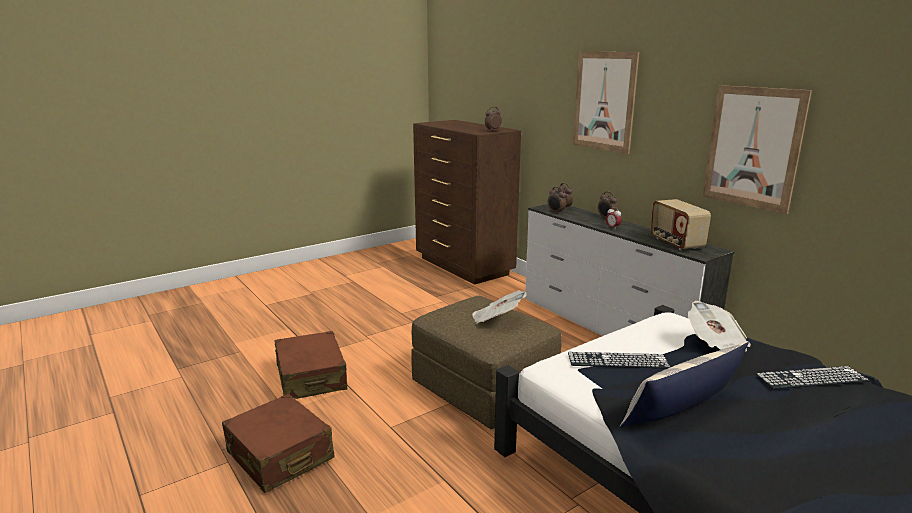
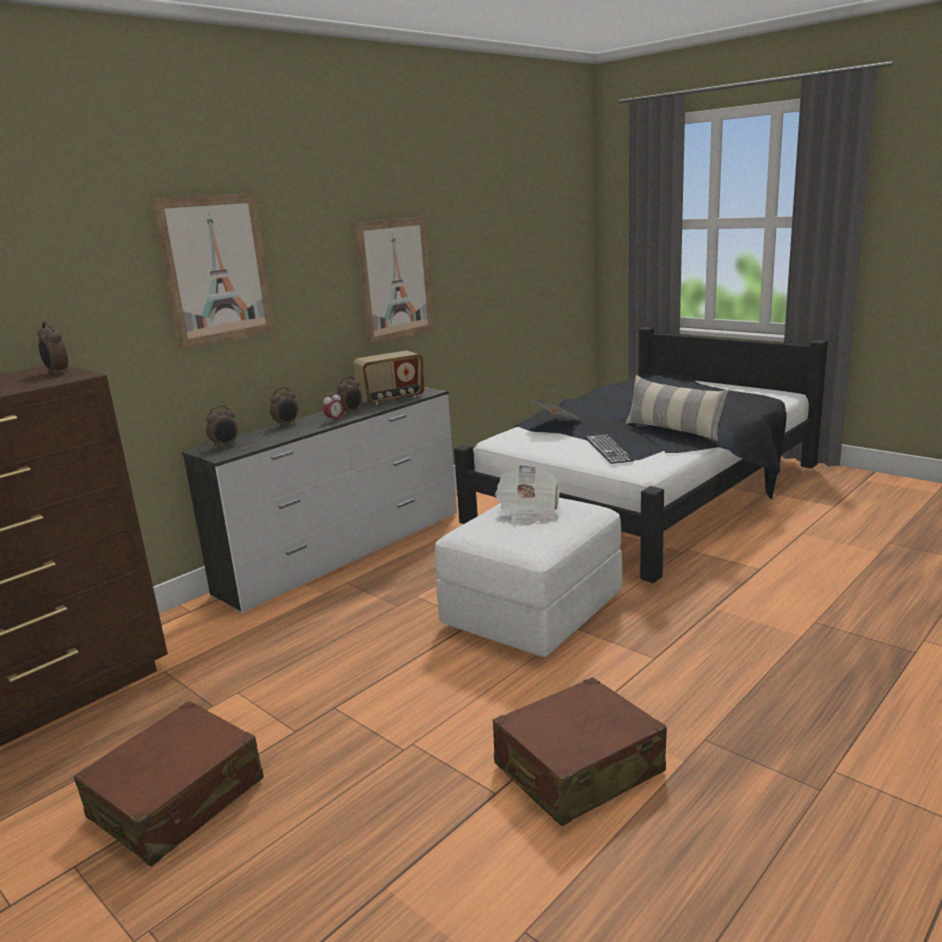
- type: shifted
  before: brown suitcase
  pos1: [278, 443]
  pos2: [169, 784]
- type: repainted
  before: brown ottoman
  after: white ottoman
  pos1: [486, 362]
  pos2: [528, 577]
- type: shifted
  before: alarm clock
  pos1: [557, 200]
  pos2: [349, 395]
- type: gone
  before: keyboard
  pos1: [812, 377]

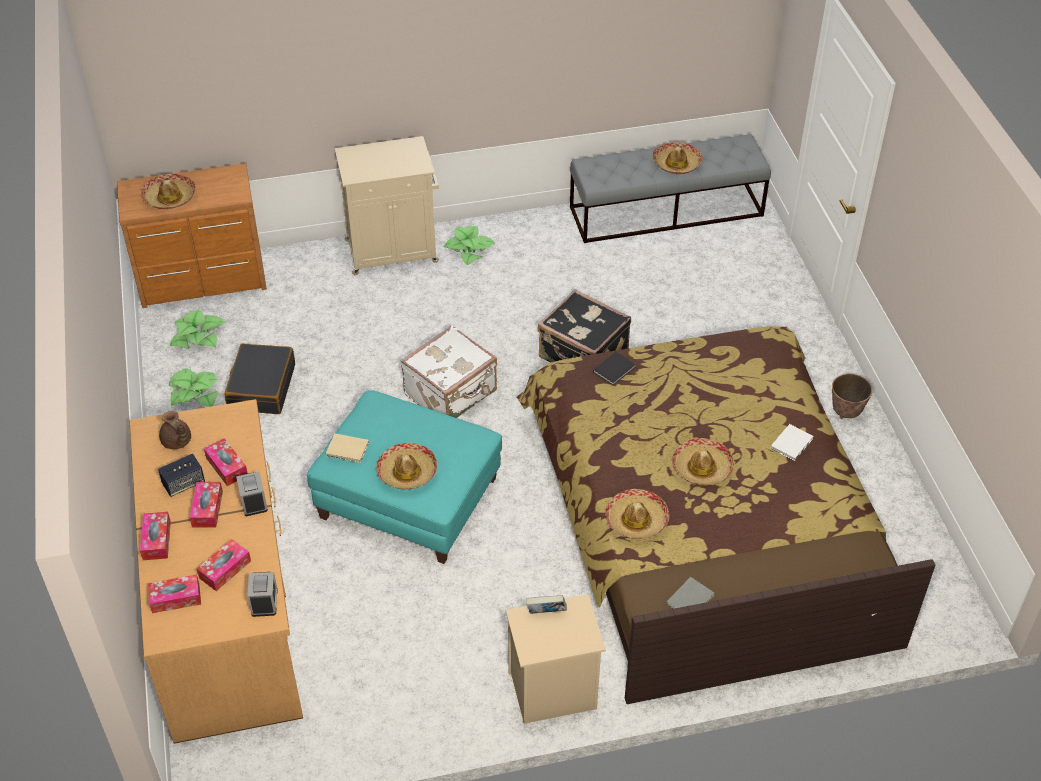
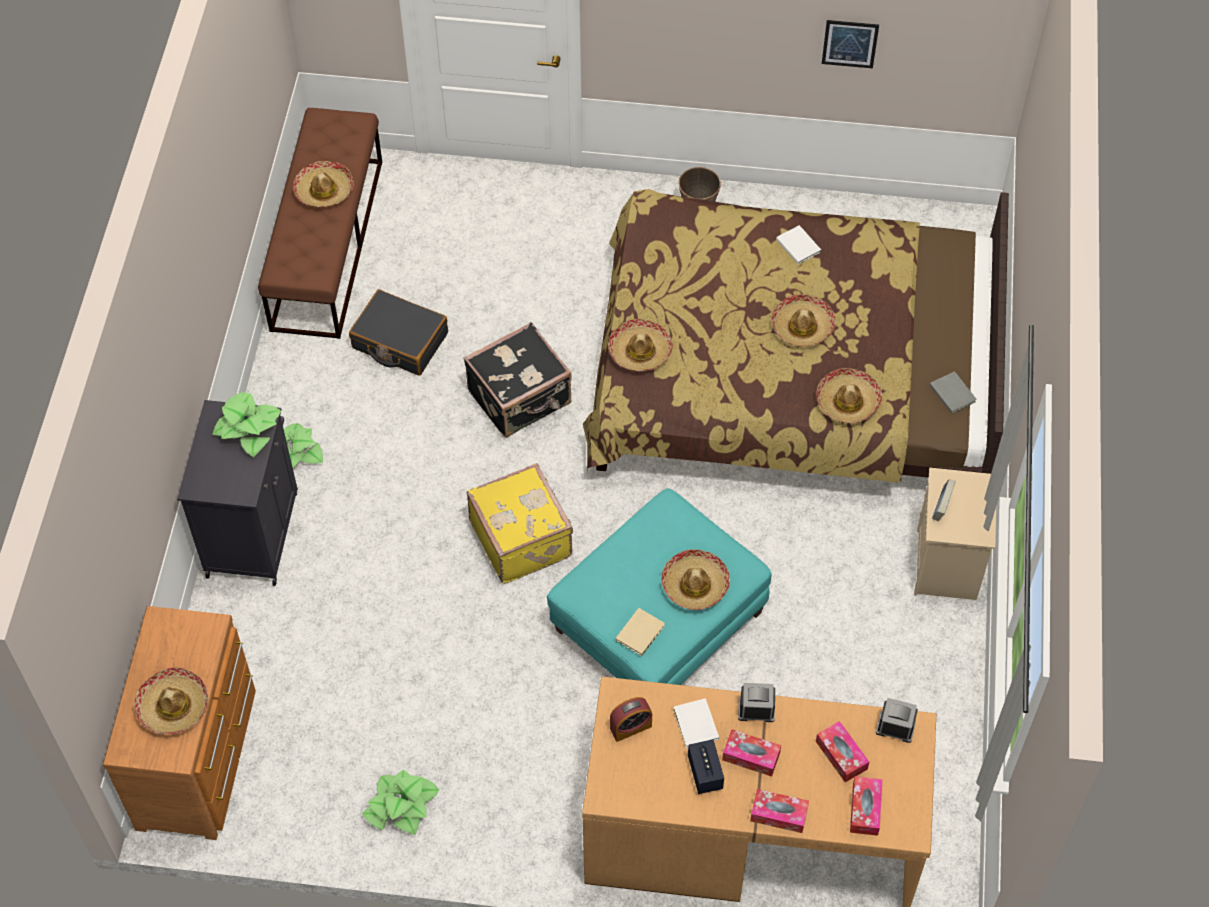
- type: gone
  before: brown teapot
  pos1: [175, 430]
- type: shifted
  before: potted plant
  pos1: [198, 329]
  pos2: [246, 424]
- type: swapped
  before: tissue box
  after: white book
  pos1: [226, 462]
  pos2: [696, 723]
- type: shifted
  before: black suitcase
  pos1: [260, 379]
  pos2: [398, 332]
- type: repainted
  before: beige cabinet
  after: black cabinet
  pos1: [387, 205]
  pos2: [237, 493]
- type: repainted
  before: white suitcase
  after: yellow suitcase
  pos1: [448, 371]
  pos2: [520, 523]
- type: repainted
  before: grey bench
  after: brown bench
  pos1: [670, 188]
  pos2: [320, 223]
- type: swapped
  before: black book
  after: hat
  pos1: [614, 368]
  pos2: [640, 345]
- type: new
  after: alarm clock
  pos2: [631, 719]
- type: new
  after: picture
  pos2: [850, 44]

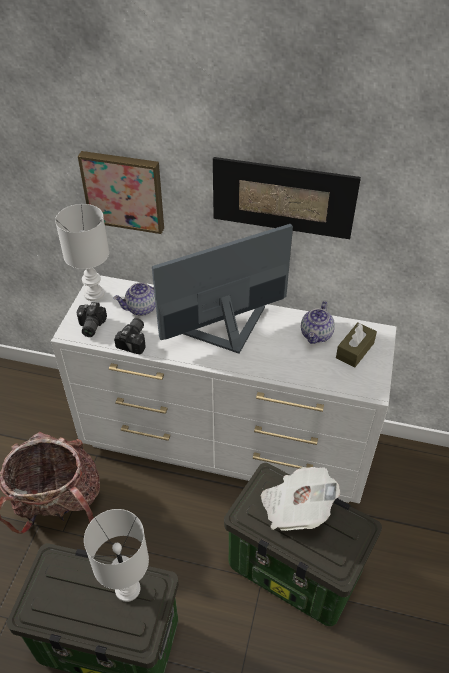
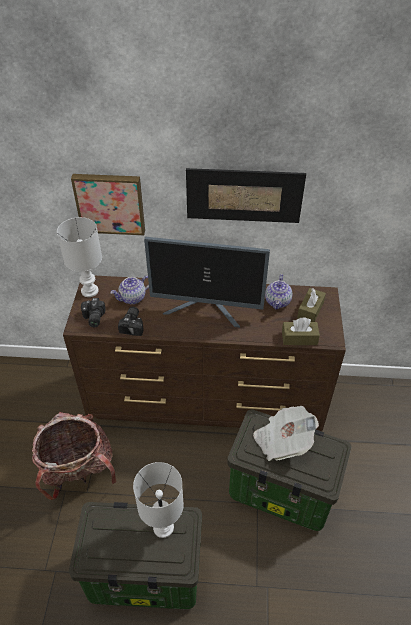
- type: repainted
  before: white dresser
  after: brown dresser
  pos1: [224, 389]
  pos2: [204, 353]
- type: rotated
  before: monitor
  pos1: [222, 289]
  pos2: [207, 282]
  turn: -135
- type: new
  after: brown tissue box
  pos2: [301, 331]

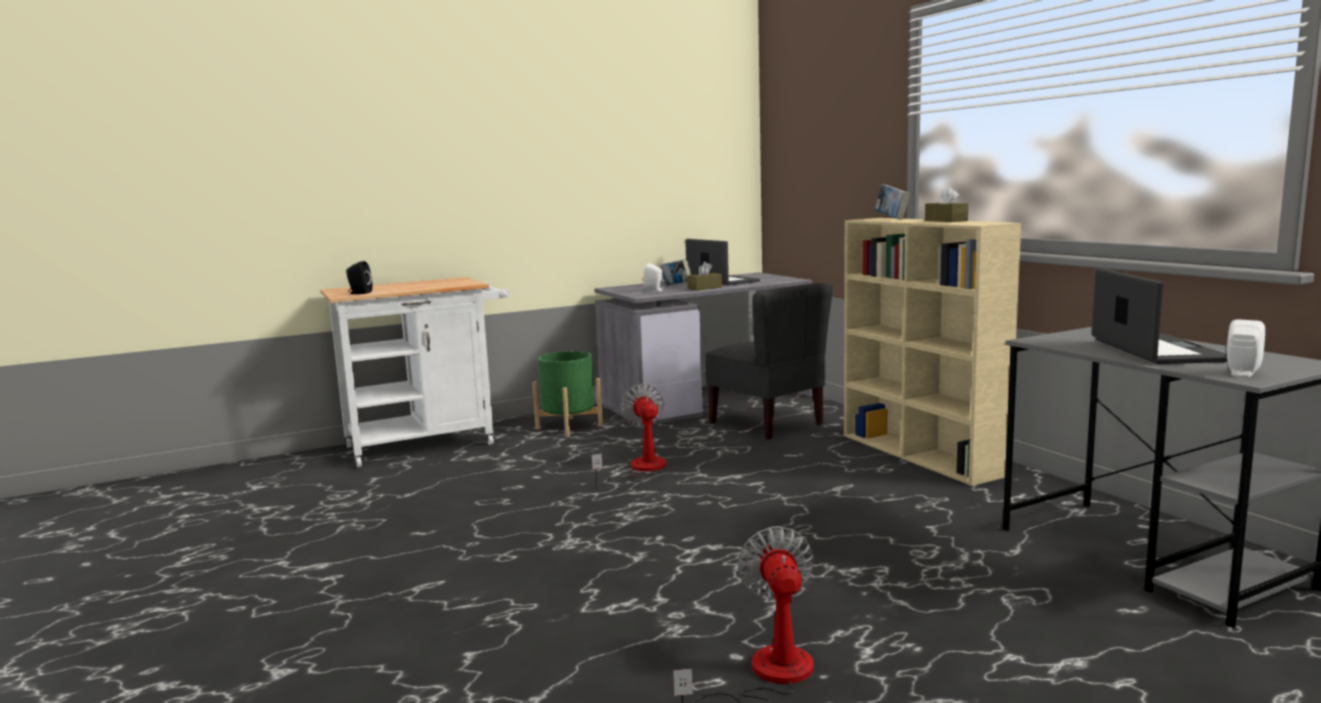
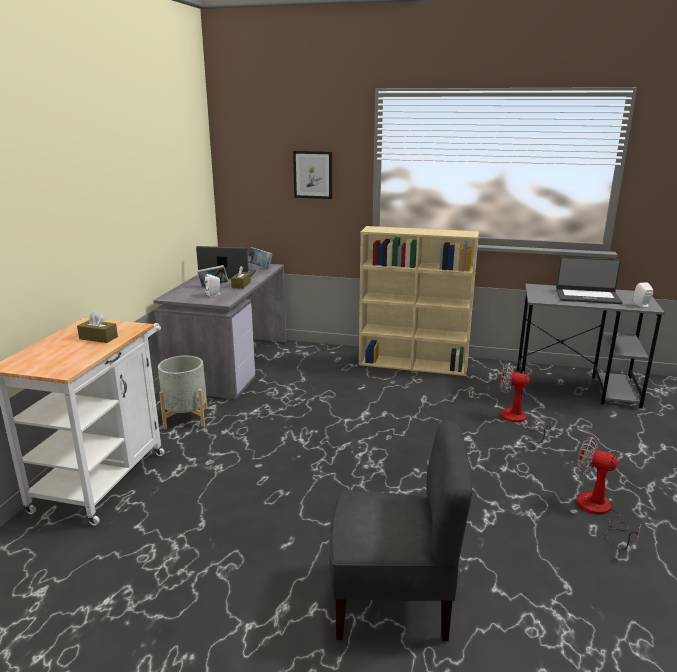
- type: gone
  before: black speaker
  pos1: [359, 277]
- type: repainted
  before: green planter
  after: grey planter
  pos1: [567, 394]
  pos2: [183, 392]
- type: shifted
  before: fan
  pos1: [629, 435]
  pos2: [526, 403]
- type: shifted
  before: grey chair
  pos1: [769, 361]
  pos2: [400, 531]
- type: shifted
  before: book
  pos1: [892, 202]
  pos2: [260, 257]
- type: shifted
  before: brown tissue box
  pos1: [946, 204]
  pos2: [97, 327]
- type: rotated
  before: laptop
  pos1: [1159, 316]
  pos2: [589, 280]
  turn: 150
- type: new
  after: picture
  pos2: [312, 175]

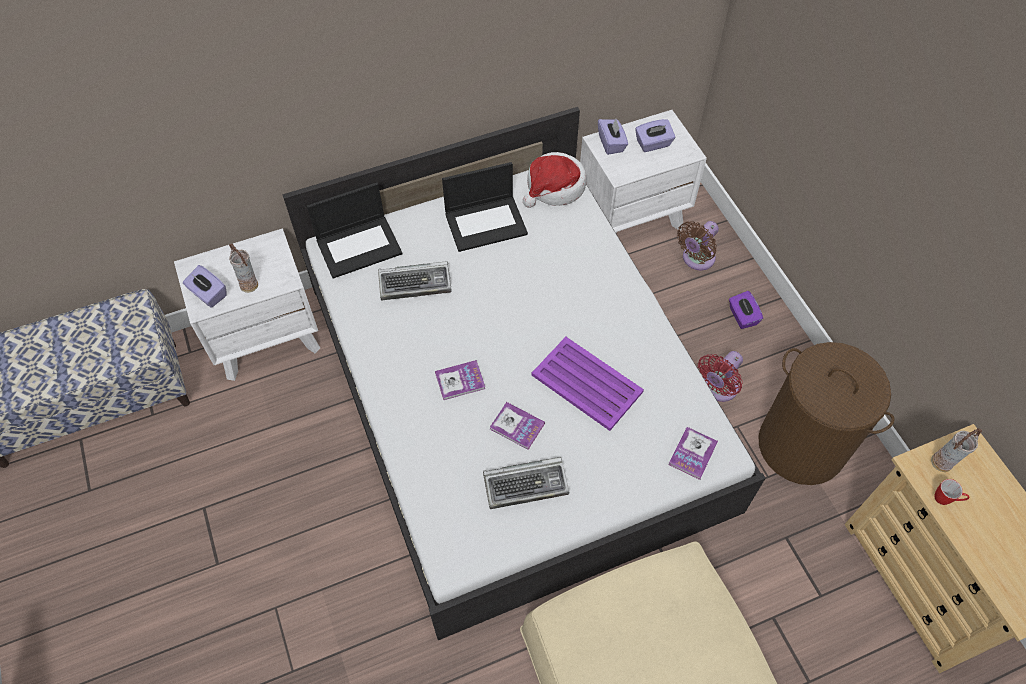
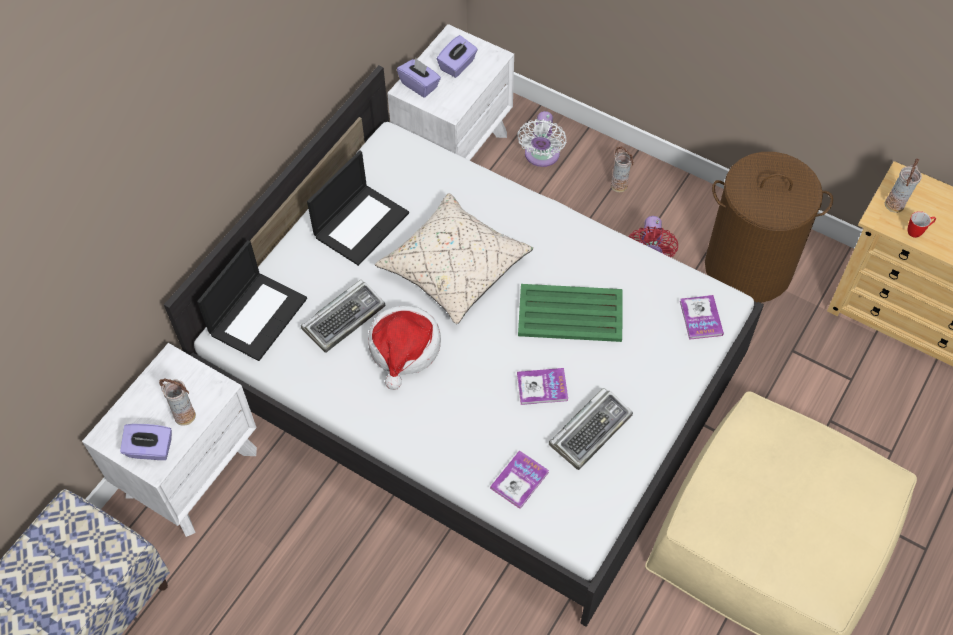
- type: shifted
  before: book
  pos1: [460, 380]
  pos2: [519, 480]
- type: shifted
  before: hat
  pos1: [555, 180]
  pos2: [404, 348]
- type: repainted
  before: purple tray
  after: green tray
  pos1: [588, 384]
  pos2: [570, 313]
- type: repainted
  before: brown fan
  after: white fan
  pos1: [698, 245]
  pos2: [541, 139]
- type: swapped
  before: purple tissue box
  after: vase
  pos1: [746, 310]
  pos2: [622, 169]
- type: new
  after: beige pillow
  pos2: [454, 258]

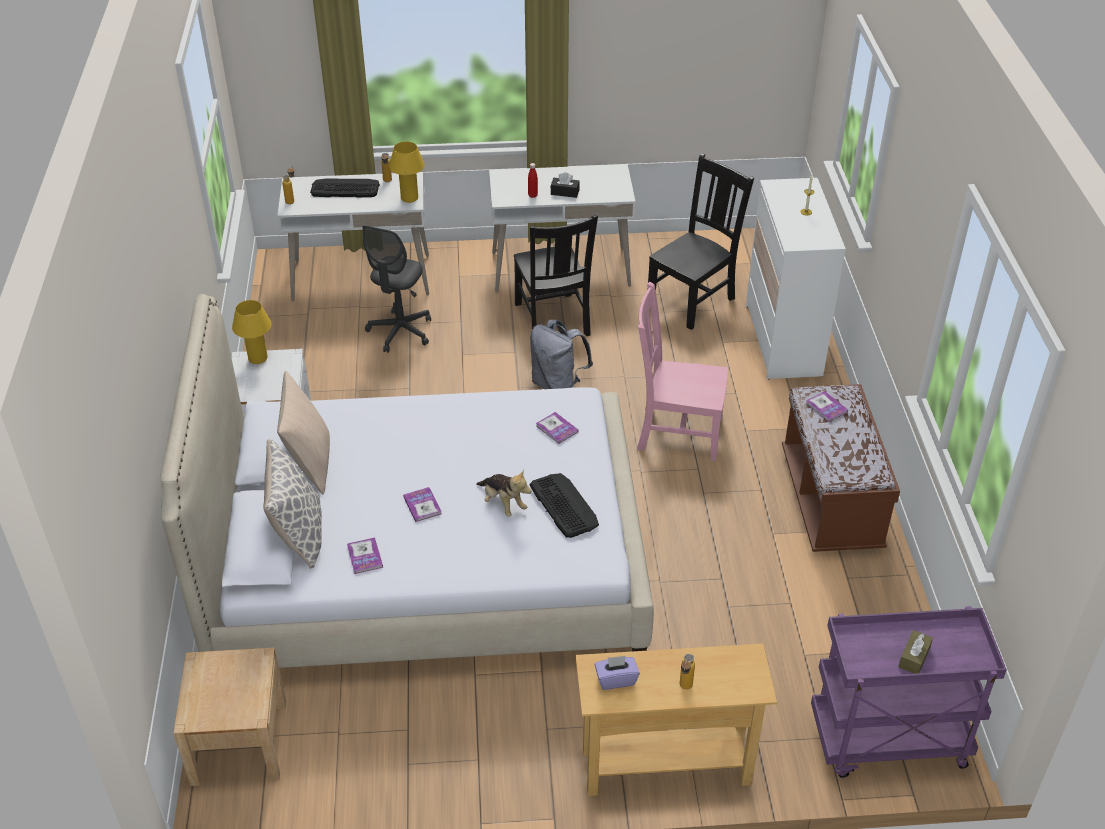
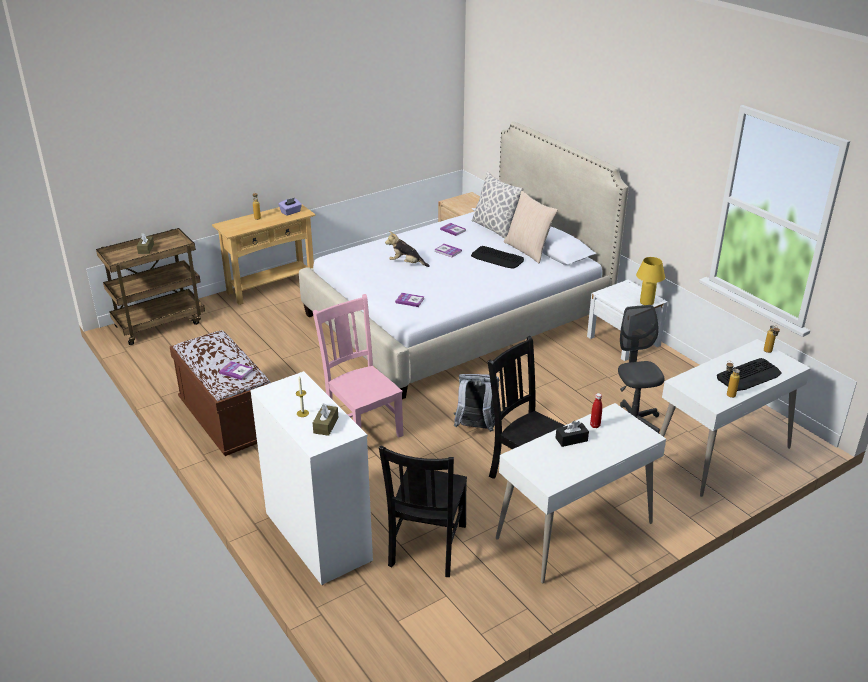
- type: gone
  before: yellow table lamp
  pos1: [407, 172]
- type: shifted
  before: keyboard
  pos1: [564, 505]
  pos2: [497, 257]
- type: rotated
  before: pink chair
  pos1: [682, 371]
  pos2: [358, 365]
  turn: -105
- type: repainted
  before: purple cart
  after: brown cart
  pos1: [909, 692]
  pos2: [150, 286]
- type: new
  after: brown tissue box
  pos2: [326, 419]

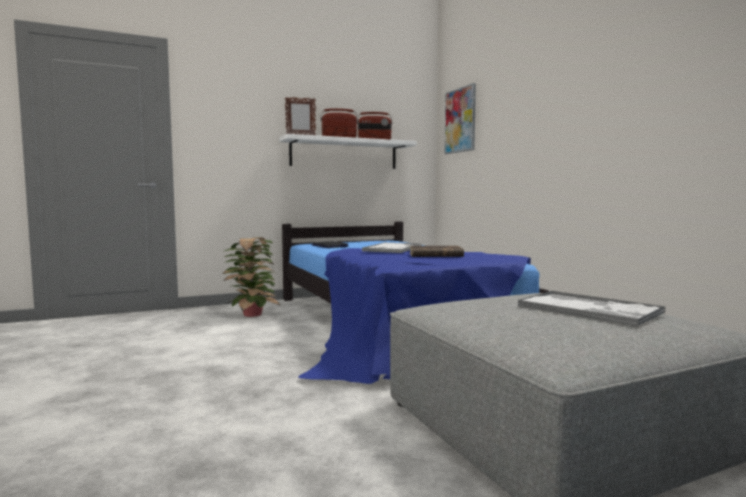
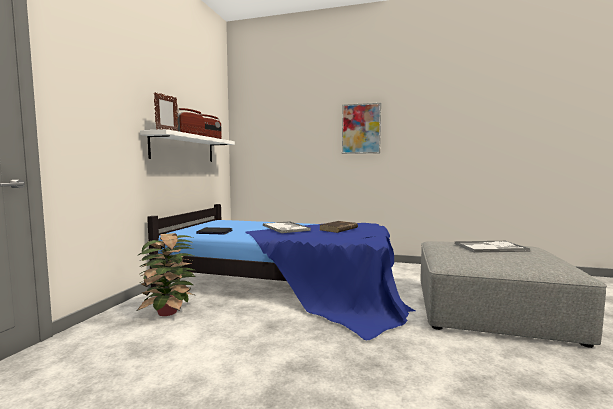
- type: shifted
  before: picture
  pos1: [460, 118]
  pos2: [361, 128]

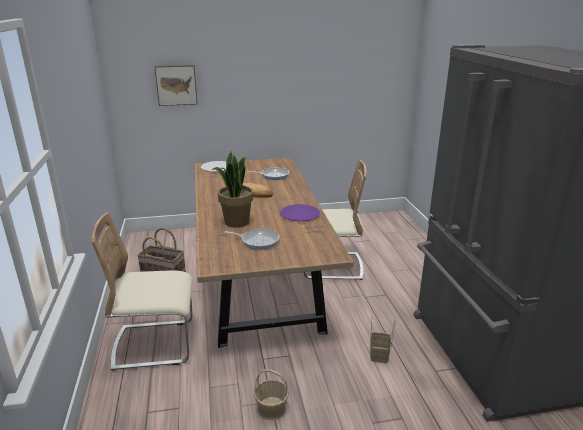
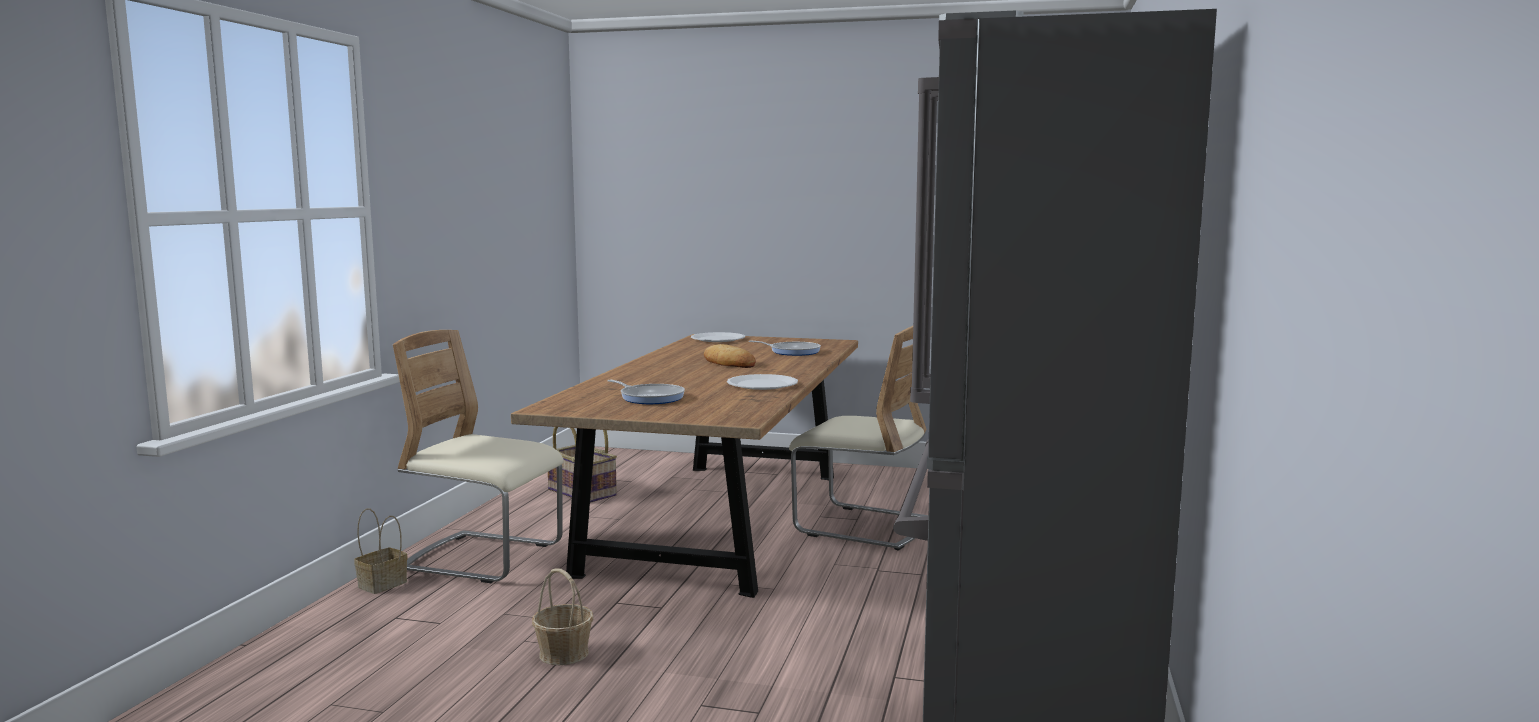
- type: gone
  before: picture
  pos1: [176, 85]
- type: gone
  before: potted plant
  pos1: [232, 189]
- type: repainted
  before: purple plate
  after: white plate
  pos1: [300, 212]
  pos2: [762, 382]
- type: shifted
  before: basket
  pos1: [383, 341]
  pos2: [381, 551]

